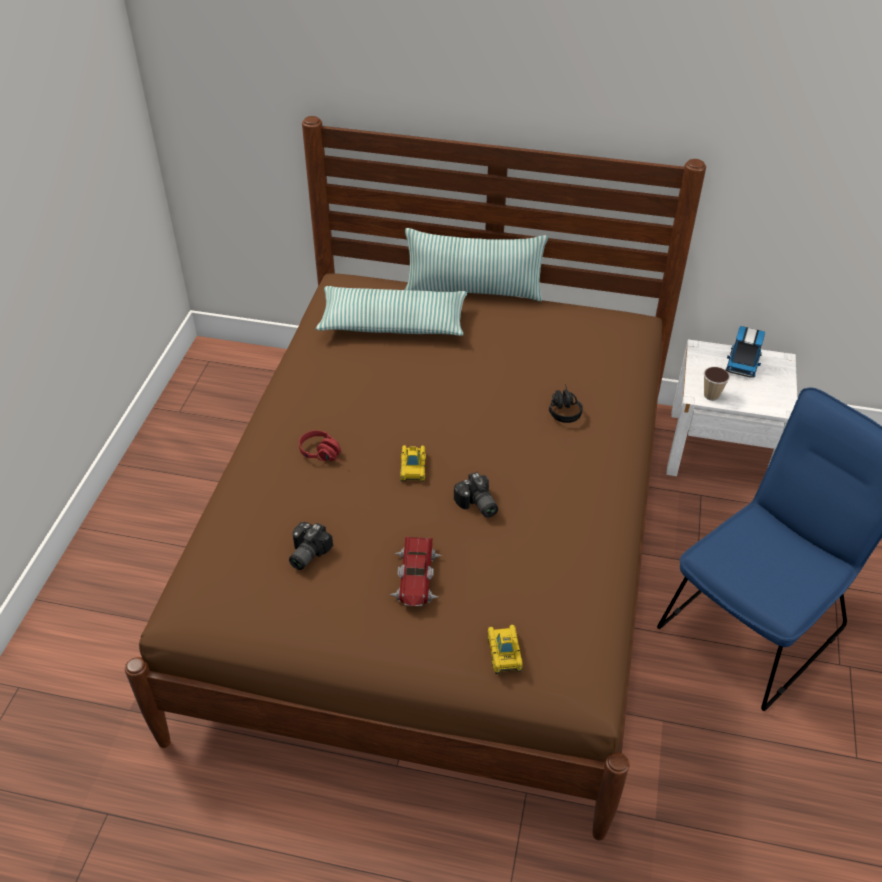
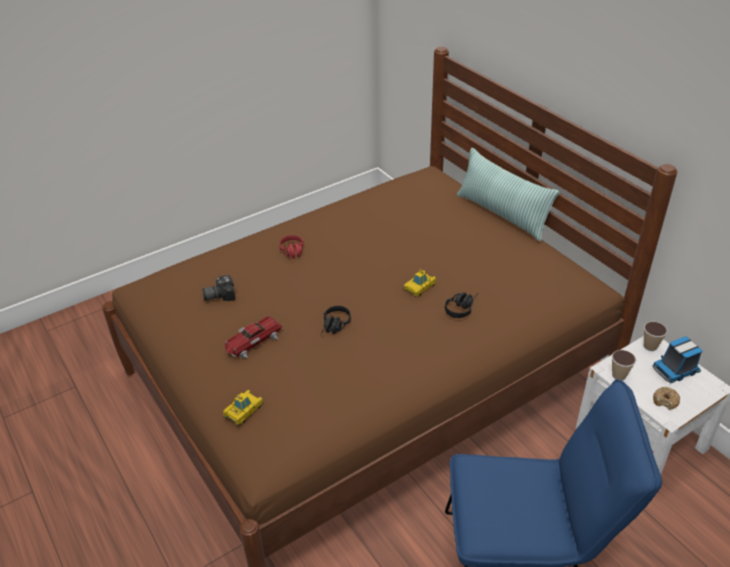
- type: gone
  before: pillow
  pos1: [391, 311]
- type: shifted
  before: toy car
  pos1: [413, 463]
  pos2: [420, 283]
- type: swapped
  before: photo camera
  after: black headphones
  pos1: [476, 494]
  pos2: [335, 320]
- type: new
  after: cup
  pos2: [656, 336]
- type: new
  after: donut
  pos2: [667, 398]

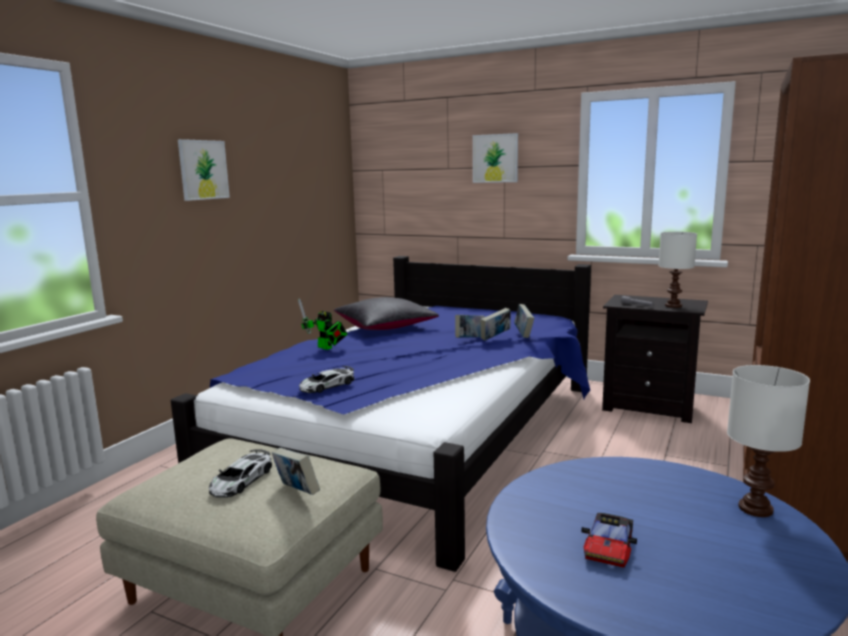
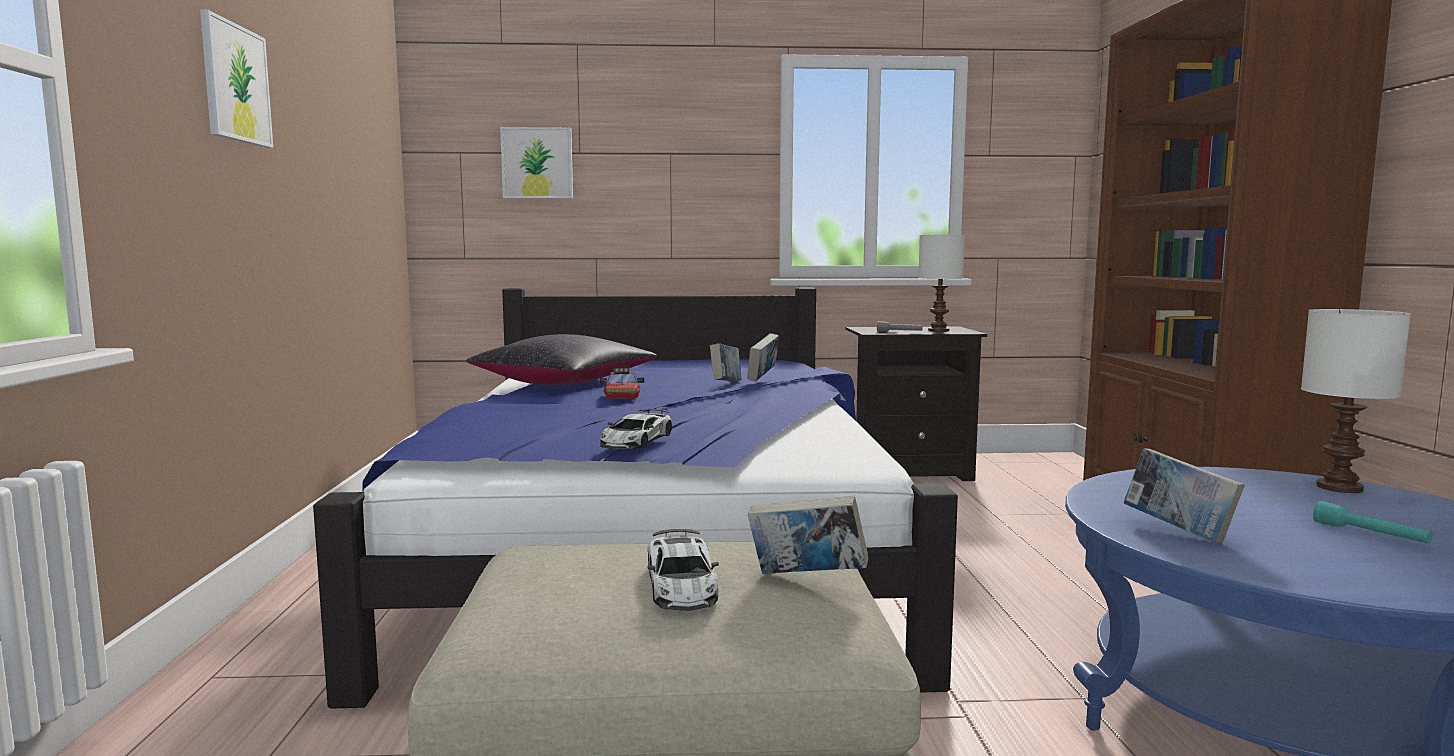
- type: gone
  before: toy robot
  pos1: [323, 324]
- type: shifted
  before: picture
  pos1: [495, 158]
  pos2: [536, 163]
- type: shifted
  before: book
  pos1: [524, 321]
  pos2: [1184, 496]
- type: shifted
  before: toy car
  pos1: [609, 540]
  pos2: [622, 382]
- type: new
  after: turquoise flashlight
  pos2: [1373, 522]

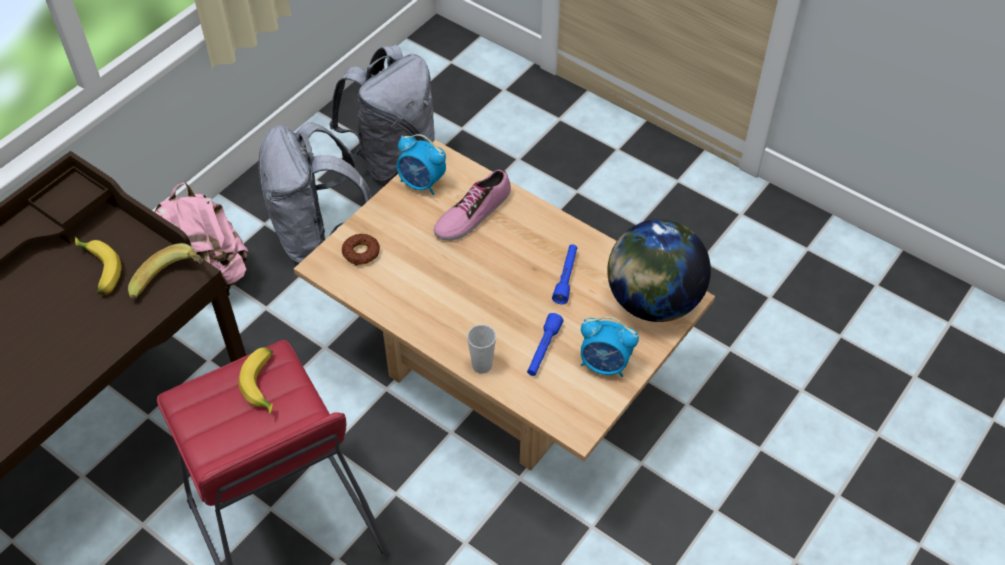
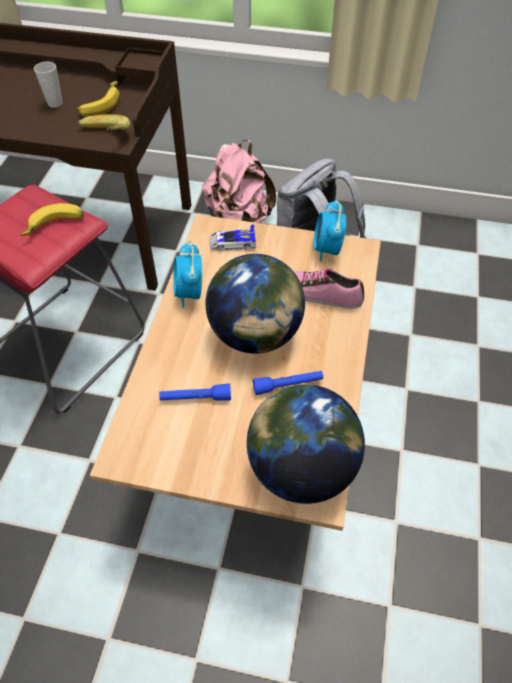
- type: gone
  before: grey backpack
  pos1: [382, 113]
- type: swapped
  before: donut
  after: toy car
  pos1: [361, 250]
  pos2: [233, 237]
- type: shifted
  before: cup
  pos1: [481, 349]
  pos2: [48, 85]
- type: shifted
  before: alarm clock
  pos1: [610, 346]
  pos2: [187, 274]
- type: new
  after: globe
  pos2: [255, 304]

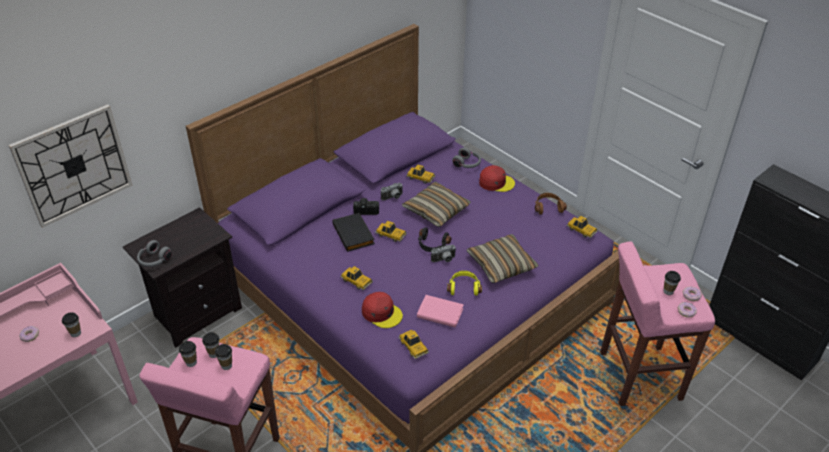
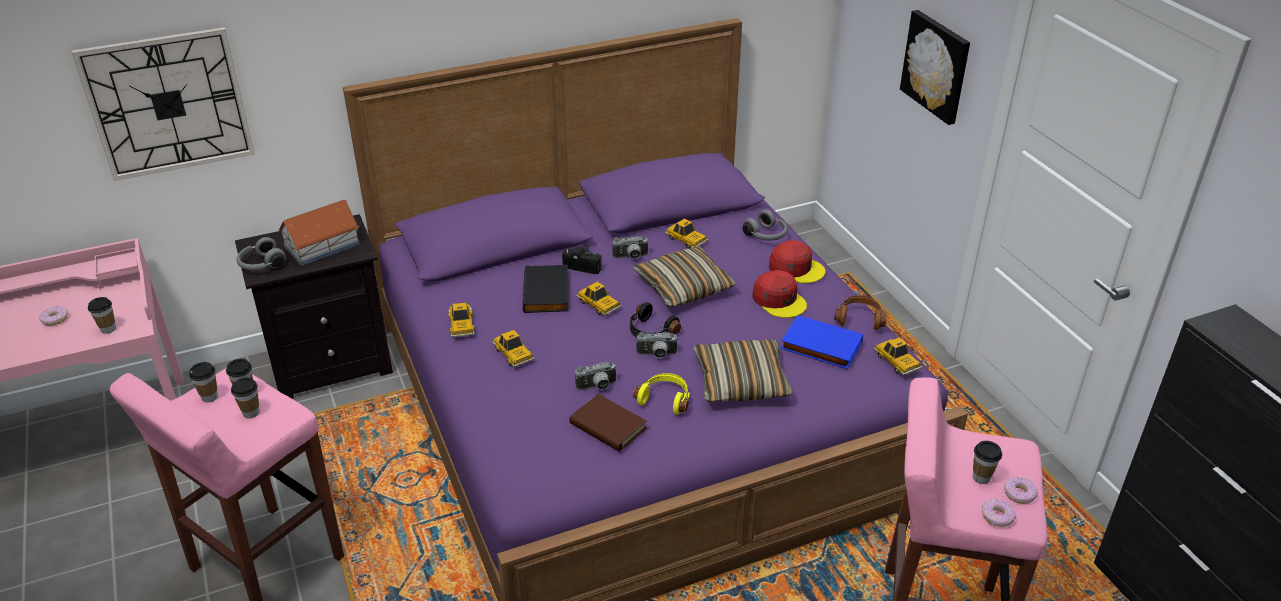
- type: shifted
  before: red cap
  pos1: [382, 310]
  pos2: [779, 294]
- type: shifted
  before: toy car
  pos1: [413, 344]
  pos2: [461, 320]
- type: repainted
  before: pink book
  after: brown book
  pos1: [440, 311]
  pos2: [608, 423]
- type: new
  after: toy house
  pos2: [319, 233]
- type: new
  after: photo camera
  pos2: [596, 375]
- type: new
  after: blue book
  pos2: [822, 342]
- type: new
  after: picture
  pos2: [935, 67]

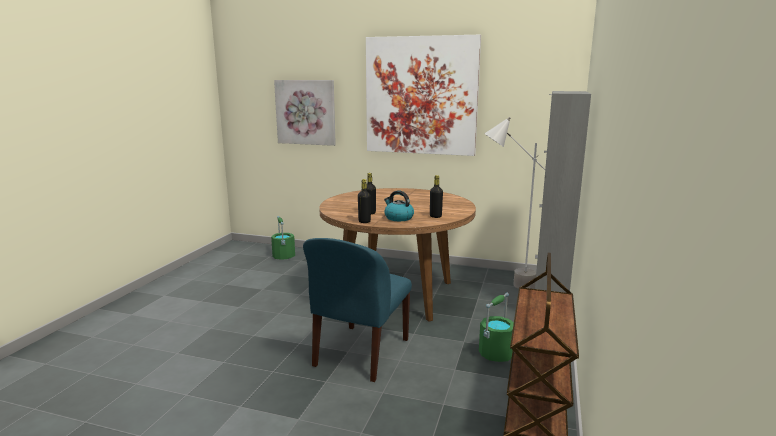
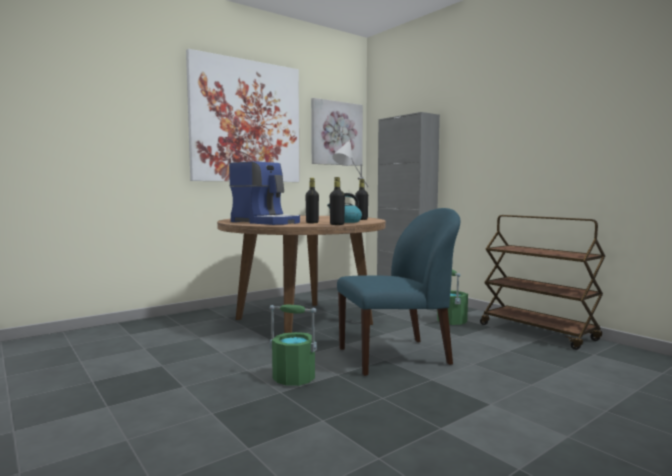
- type: shifted
  before: green bucket
  pos1: [283, 238]
  pos2: [293, 345]
- type: shifted
  before: picture
  pos1: [305, 113]
  pos2: [337, 132]
- type: rotated
  before: blue chair
  pos1: [357, 310]
  pos2: [398, 292]
  turn: -75
- type: new
  after: coffee machine
  pos2: [264, 193]

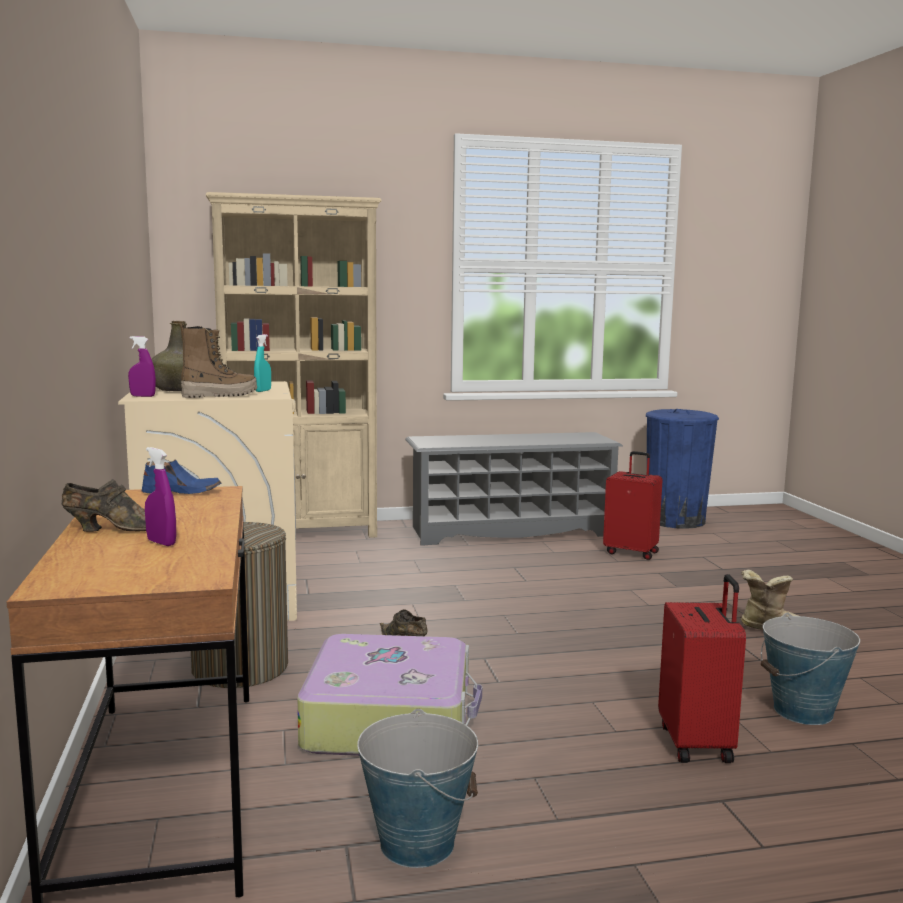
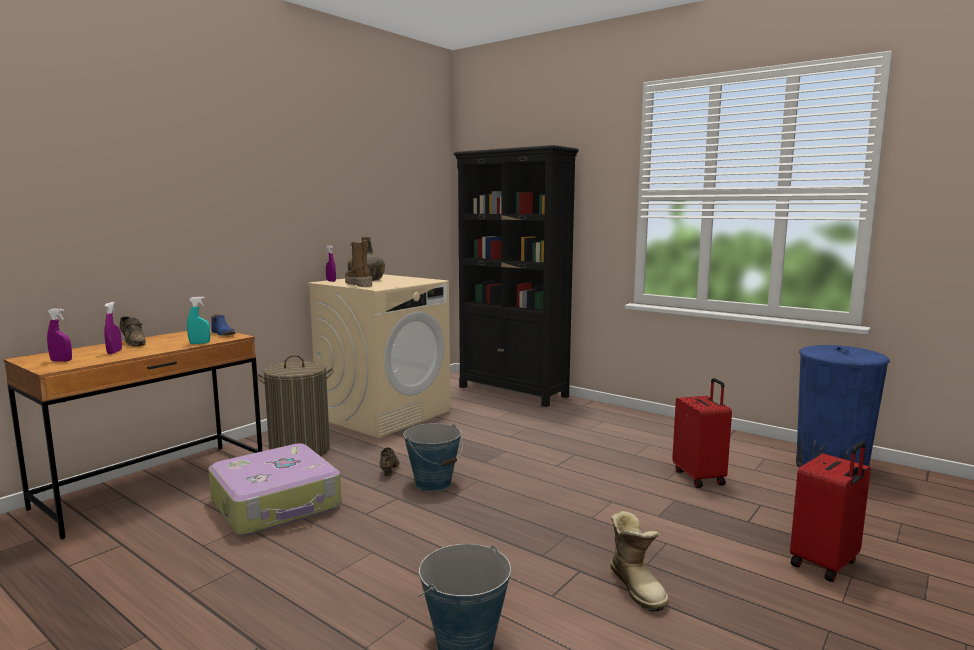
- type: rotated
  before: boot
  pos1: [218, 360]
  pos2: [358, 263]
  turn: -150
- type: repainted
  before: beige bookcase
  after: black bookcase
  pos1: [294, 365]
  pos2: [516, 276]
- type: shifted
  before: turquoise spray bottle
  pos1: [262, 363]
  pos2: [198, 320]
- type: shifted
  before: bucket
  pos1: [417, 788]
  pos2: [433, 457]
- type: gone
  before: grey shoe rack
  pos1: [514, 489]
- type: shifted
  before: red suitcase
  pos1: [702, 668]
  pos2: [830, 511]
- type: new
  after: purple spray bottle
  pos2: [59, 335]

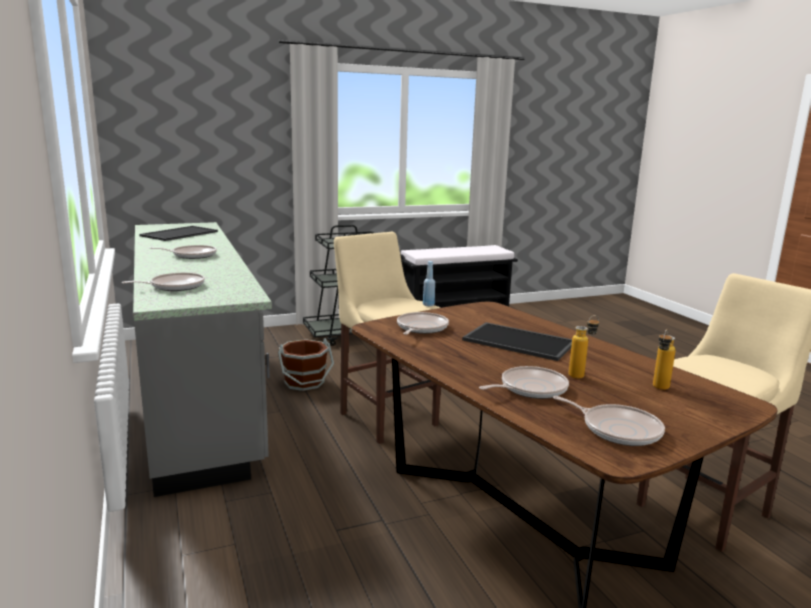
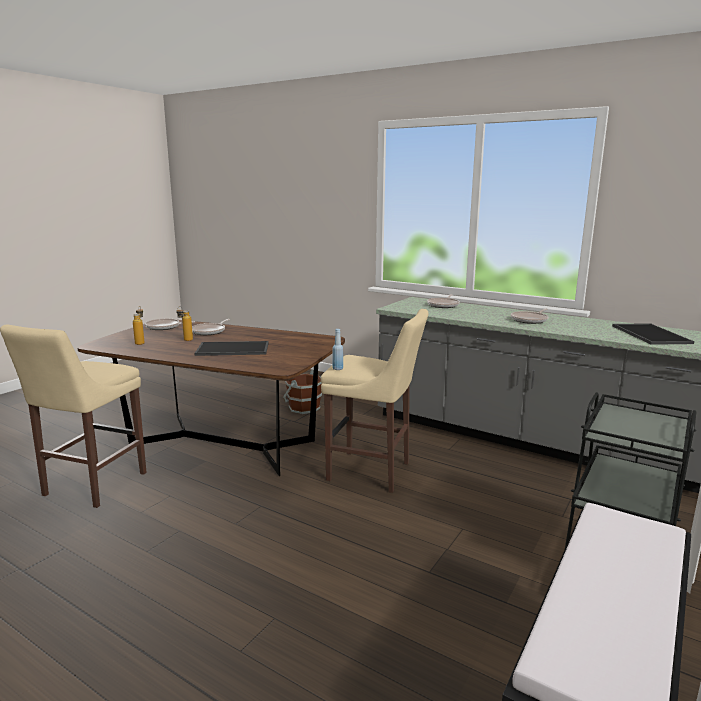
- type: shifted
  before: brown bucket
  pos1: [306, 364]
  pos2: [302, 392]
- type: gone
  before: frying pan
  pos1: [423, 323]

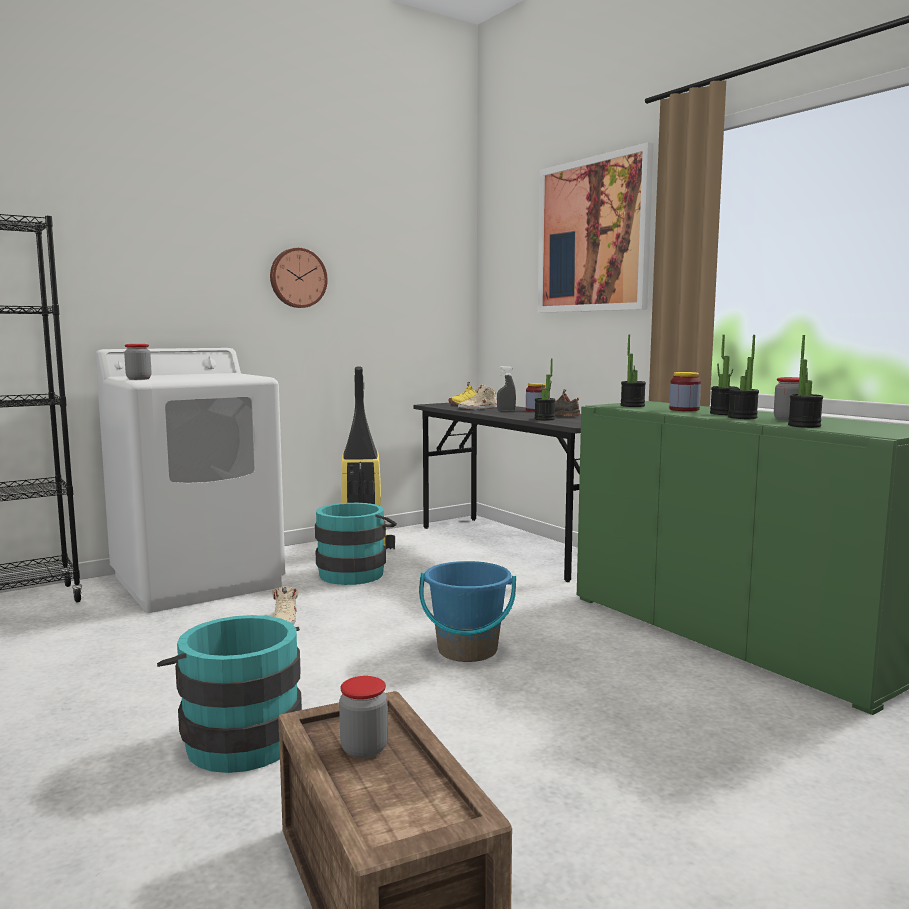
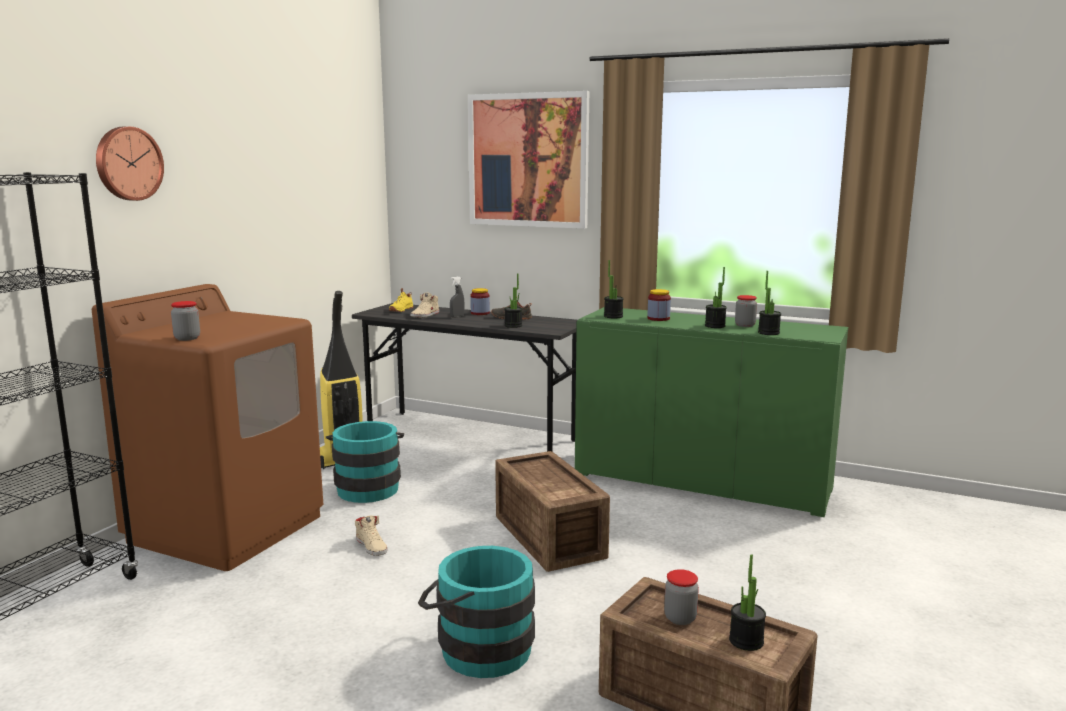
- type: repainted
  before: white washing machine
  after: brown washing machine
  pos1: [190, 480]
  pos2: [207, 427]
- type: shifted
  before: wall clock
  pos1: [299, 278]
  pos2: [130, 163]
- type: swapped
  before: blue bucket
  after: crate
  pos1: [467, 611]
  pos2: [552, 511]
- type: shifted
  before: potted plant
  pos1: [724, 375]
  pos2: [747, 602]

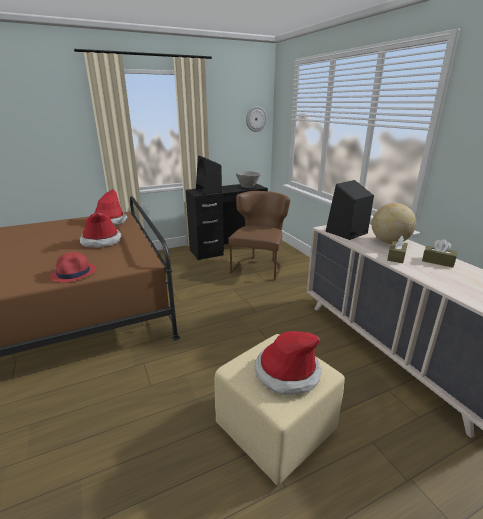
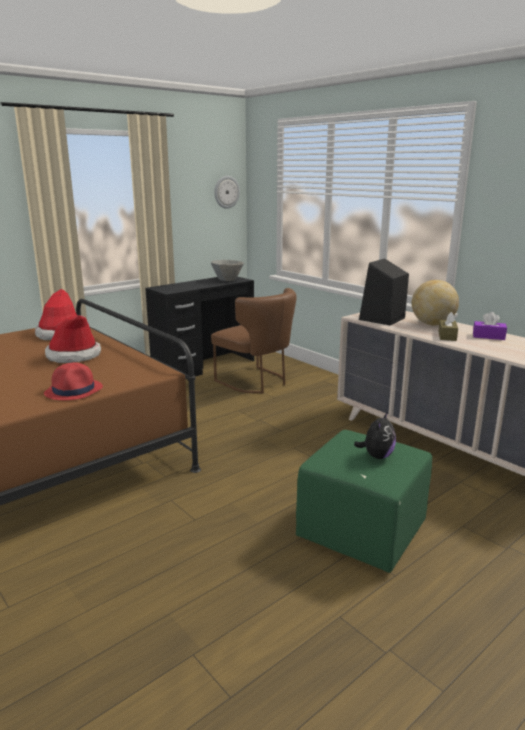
- type: gone
  before: black speaker
  pos1: [209, 175]
- type: repainted
  before: beige ottoman
  after: green ottoman
  pos1: [279, 409]
  pos2: [364, 501]
- type: rotated
  before: brown chair
  pos1: [259, 235]
  pos2: [254, 340]
  turn: 135
- type: swapped
  before: hat
  after: plush toy
  pos1: [288, 363]
  pos2: [375, 435]
- type: repainted
  before: brown tissue box
  after: purple tissue box
  pos1: [439, 253]
  pos2: [490, 326]

